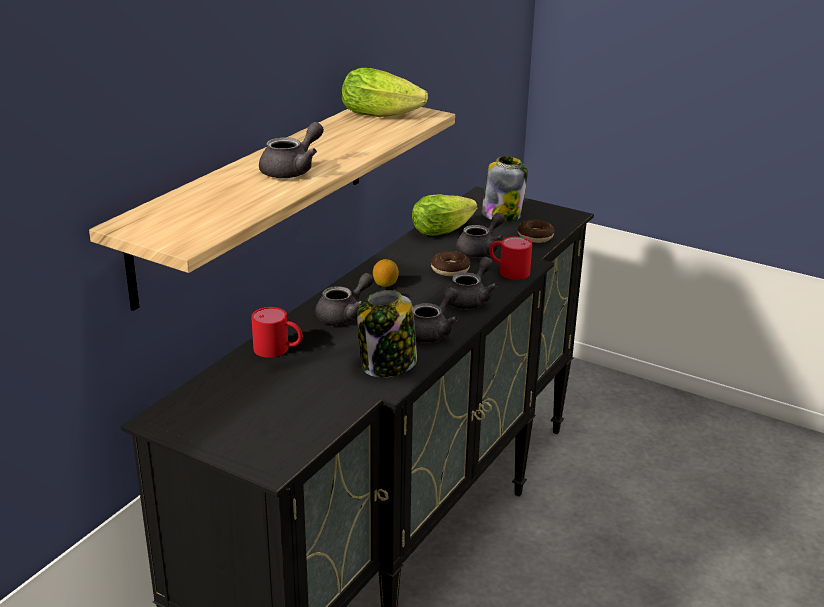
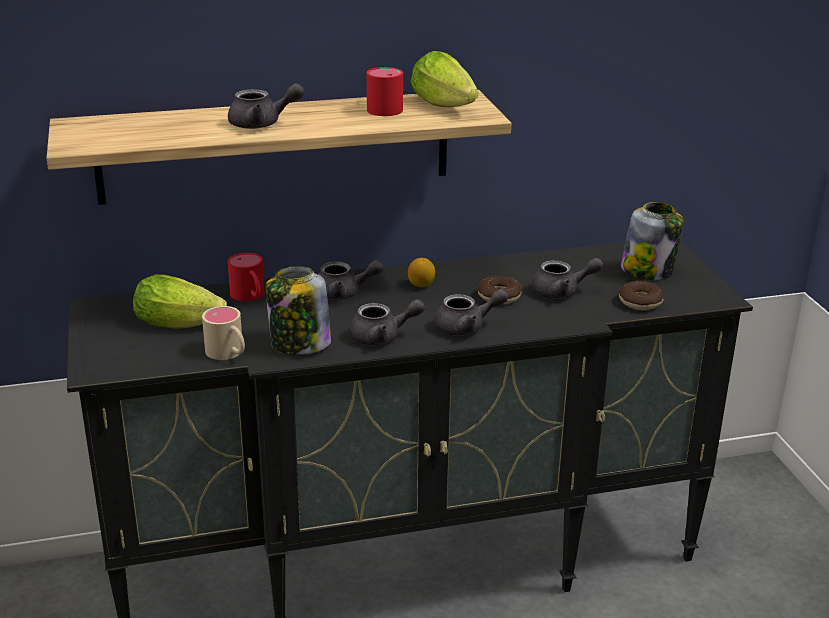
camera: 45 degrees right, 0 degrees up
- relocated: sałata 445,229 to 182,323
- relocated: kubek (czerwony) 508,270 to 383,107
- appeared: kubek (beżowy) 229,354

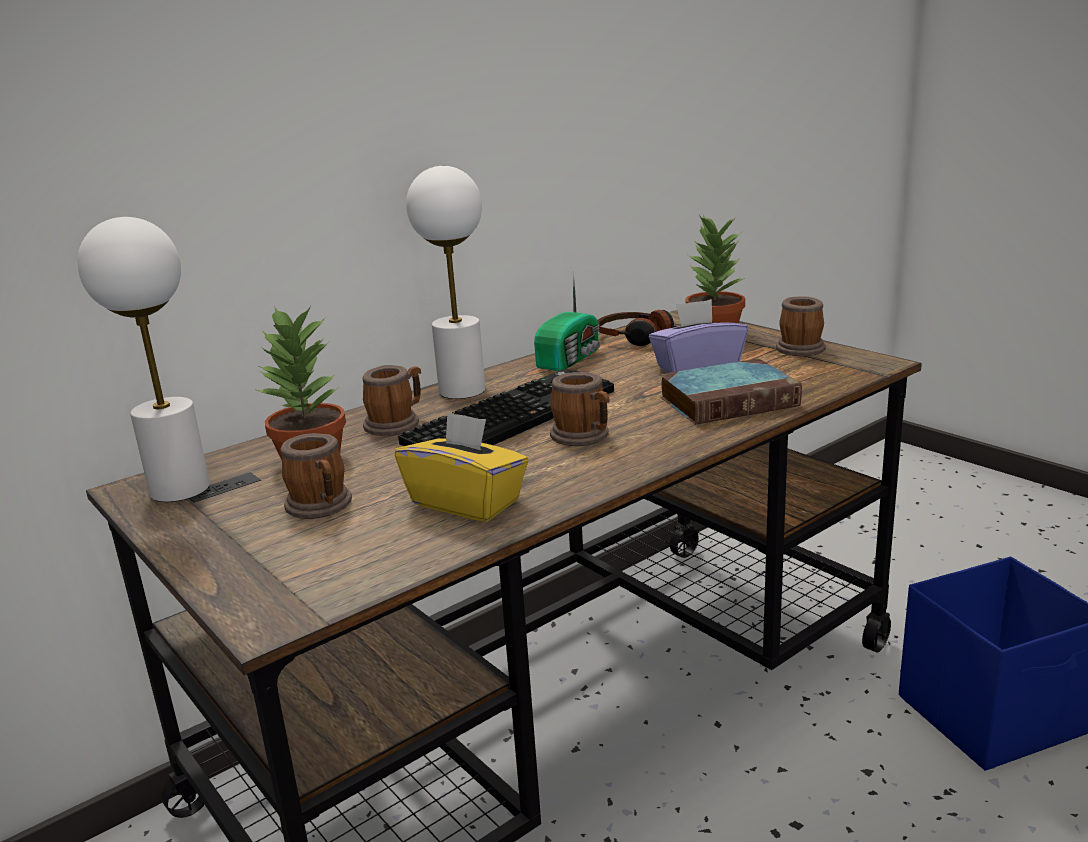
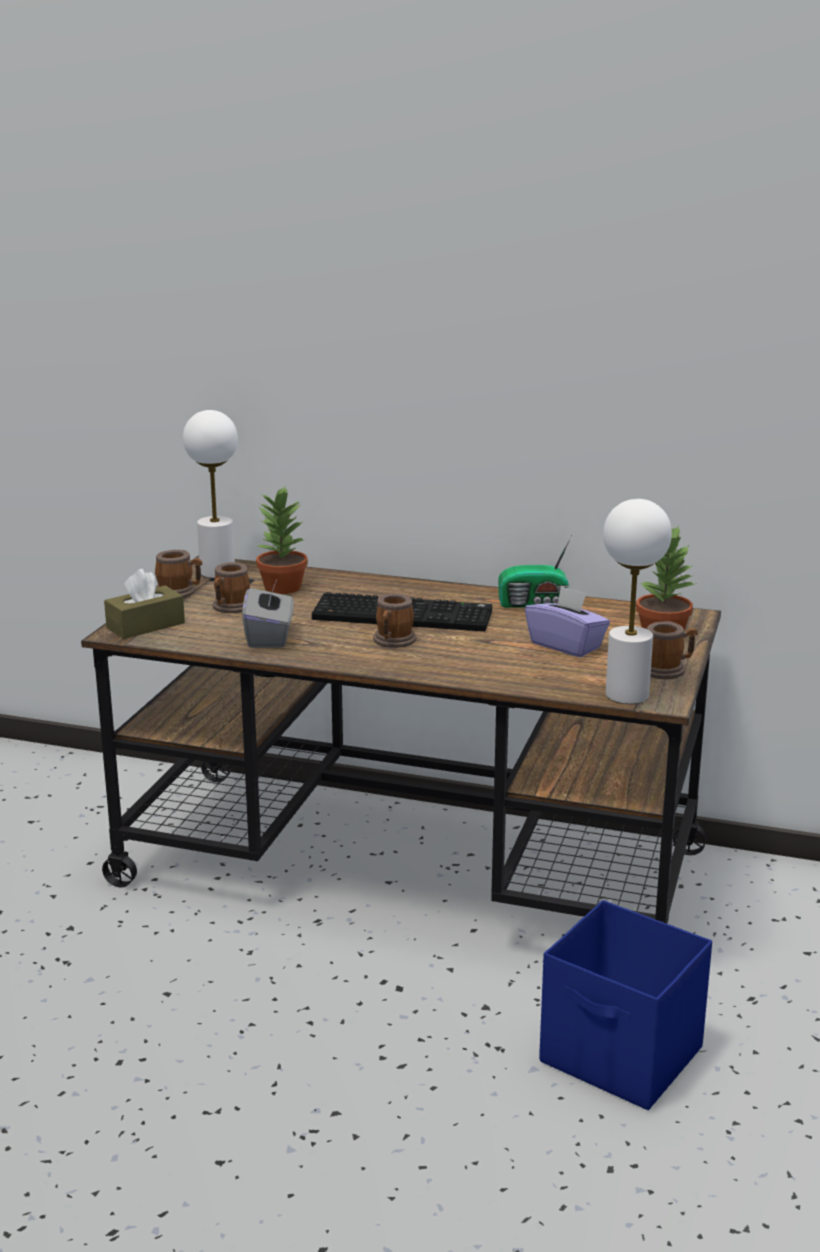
camera: 55 degrees right, 0 degrees up
- relocated: kubek 397,423 to 180,592
- colour: pudełko chusteczek (żółty) 467,502 to pudełko chusteczek (szary) 269,637
- relocated: lampa stołowa (biały) 462,390 to 627,695
- missing: słuchawki 636,338
- missing: książka 730,400
- appeared: pudełko chusteczek (brązowy) 145,625

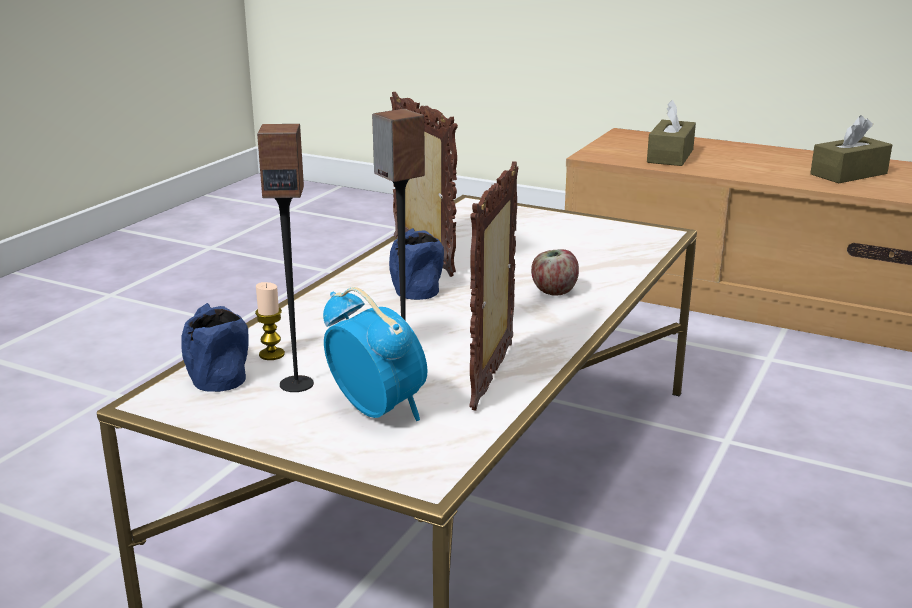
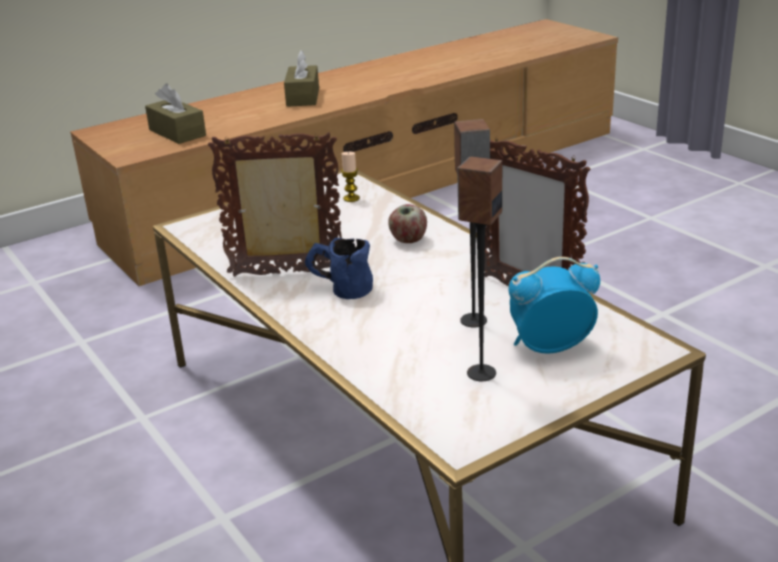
camera: 60 degrees left, 5 degrees up
- missing: kubek (niebieski) 214,373
- relocated: świeca 271,354 to 351,198

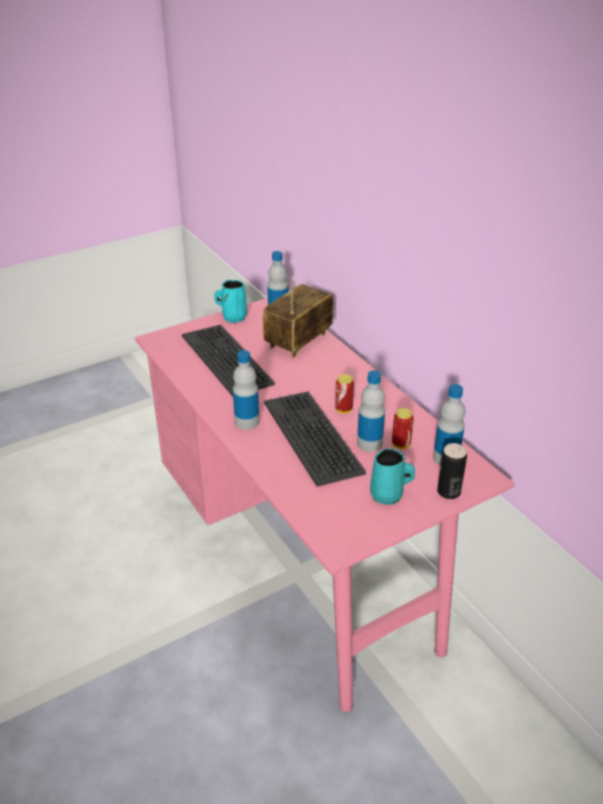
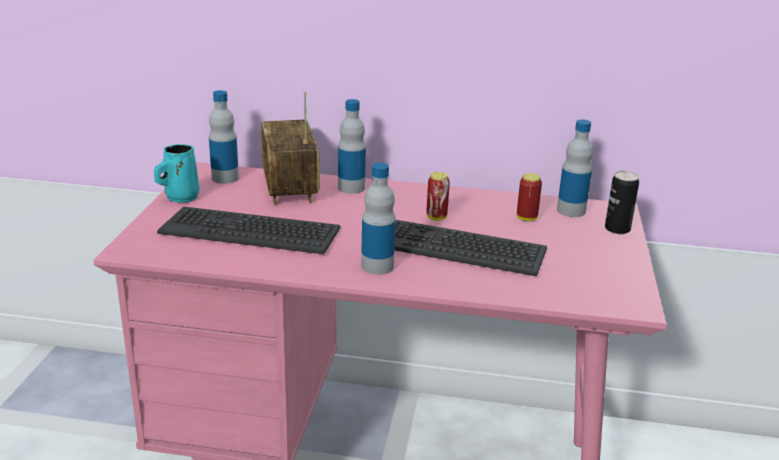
camera: 50 degrees left, 10 degrees down
- relocated: butelka 369,443 to 351,188
- missing: kubek (turkusowy) 388,495

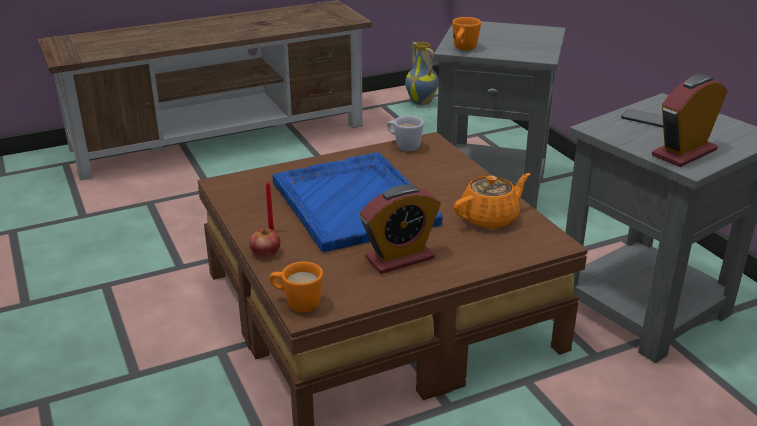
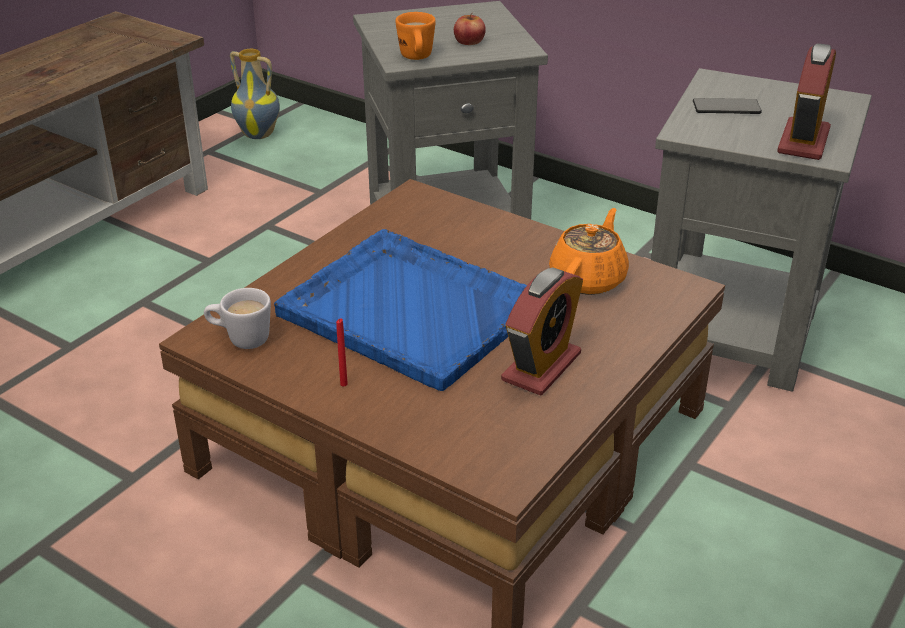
camera: 30 degrees left, 5 degrees up
- relocated: jabłko 265,252 to 469,41
- missing: kubek (pomarańczowy) 296,303
- relocated: kubek (biały) 403,146 to 240,339

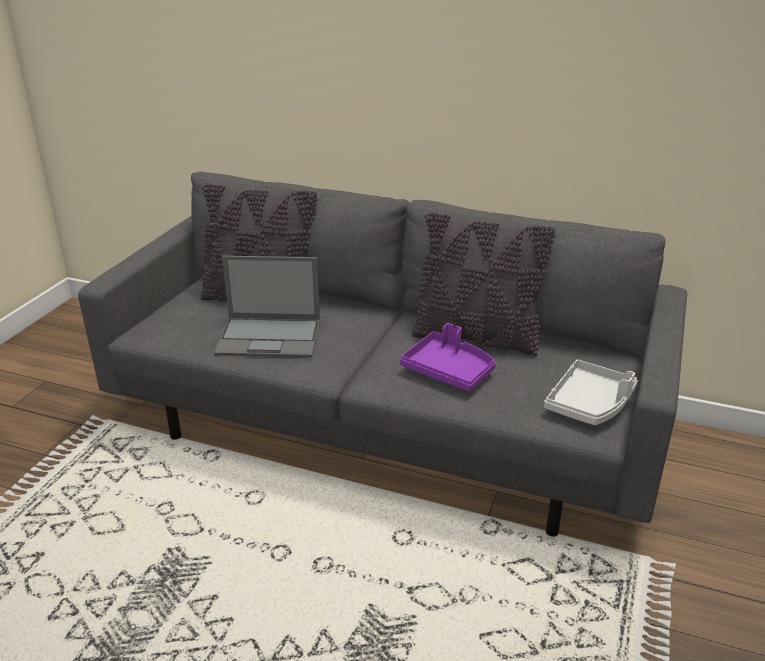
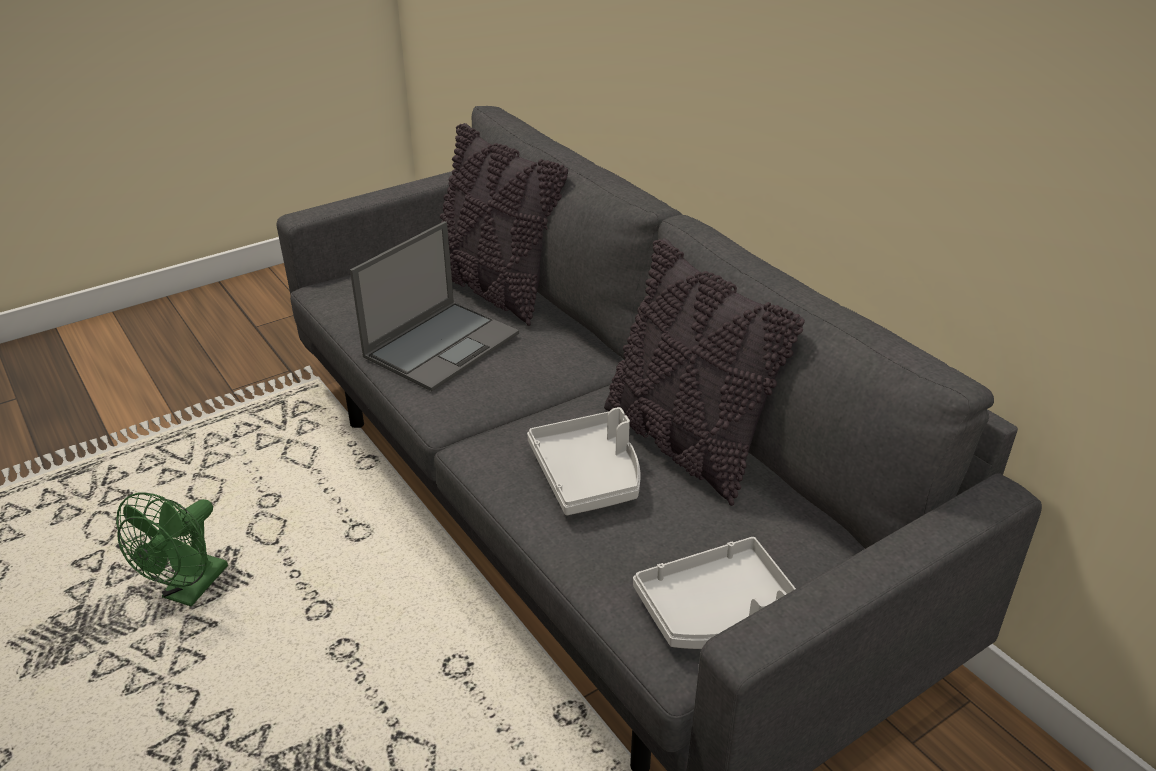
camera: 35 degrees right, 5 degrees up
- spun: laptop 270,337 = 442,344 90 degrees counterclockwise
- colour: taca (fioletowy) 449,371 to taca (szary) 588,475
- appeared: wentylator (zielony) 190,591

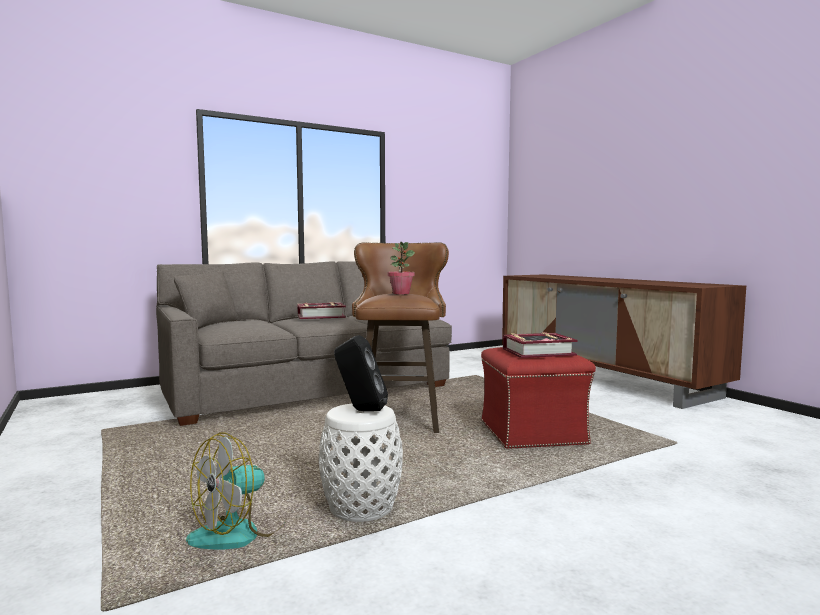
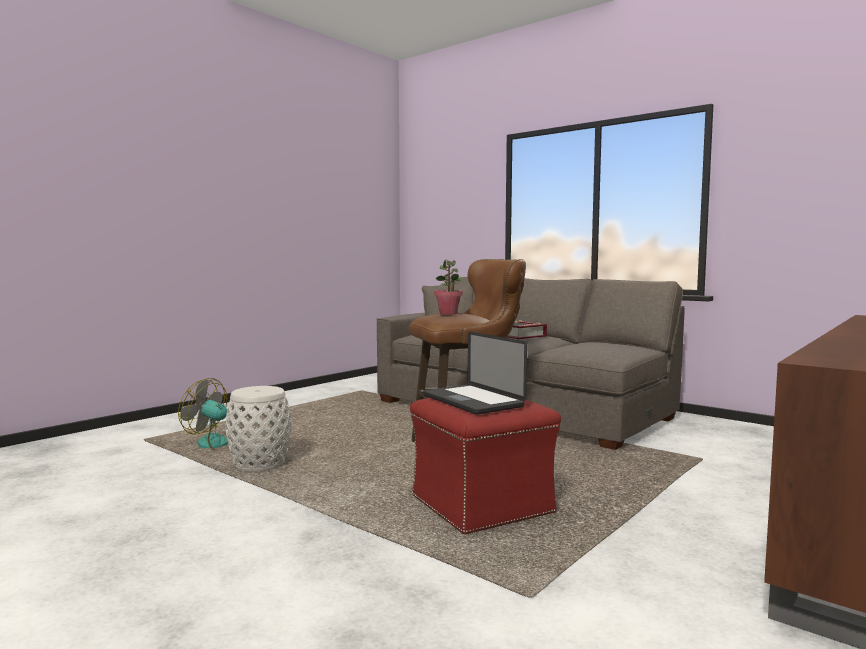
camera: 70 degrees right, 0 degrees up
- missing: głośnik (czarny) 360,410
- exchanged: książka 538,352 to laptop 472,401

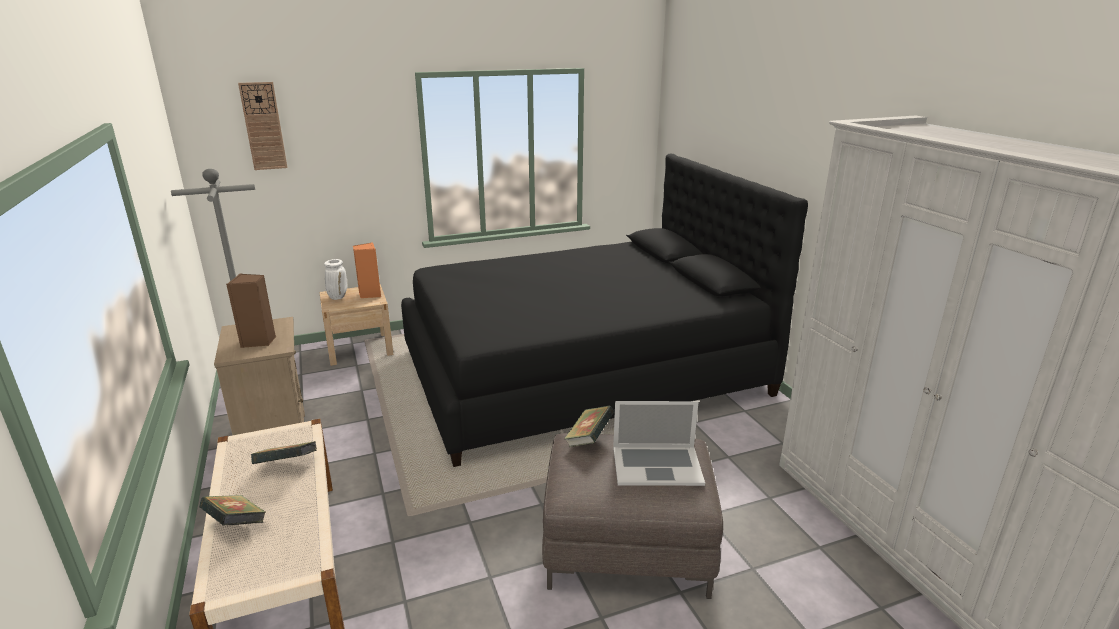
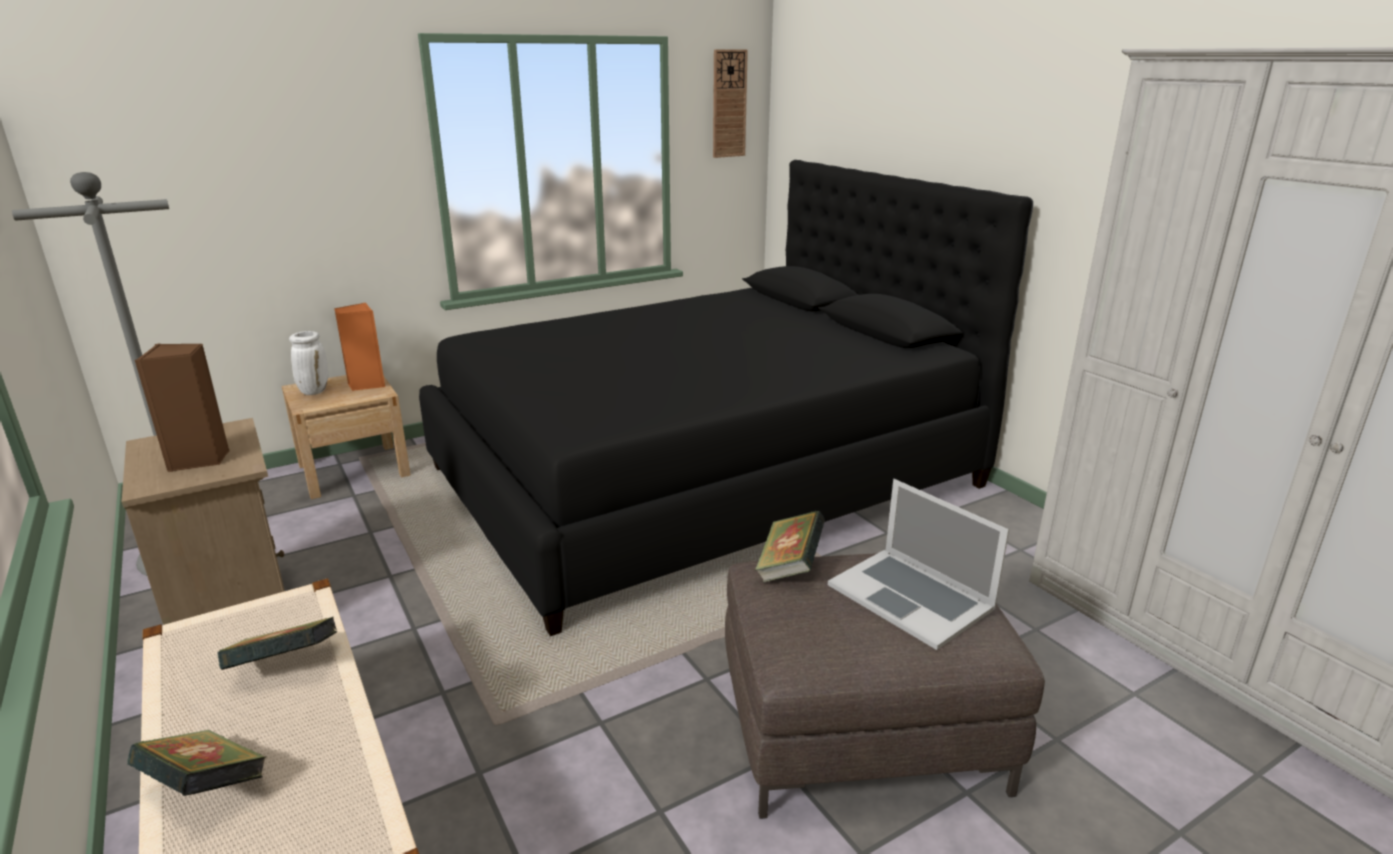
camera: 10 degrees left, 0 degrees up
- relocated: zegar ścienny 263,126 to 729,104
- spun: laptop 657,465 = 910,596 60 degrees clockwise

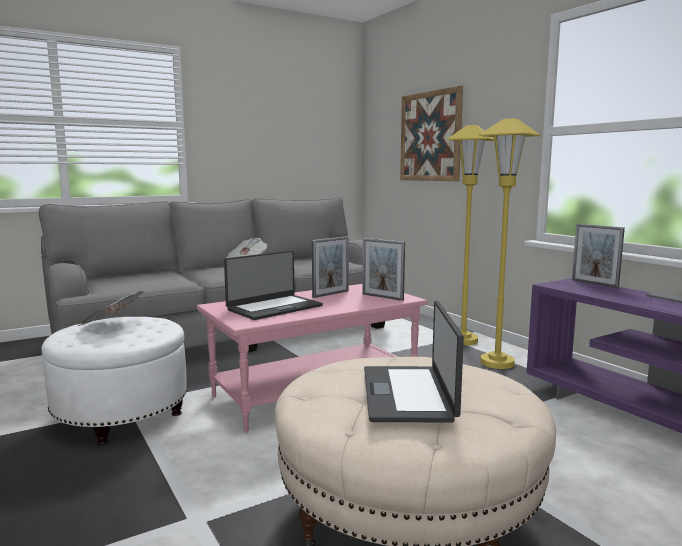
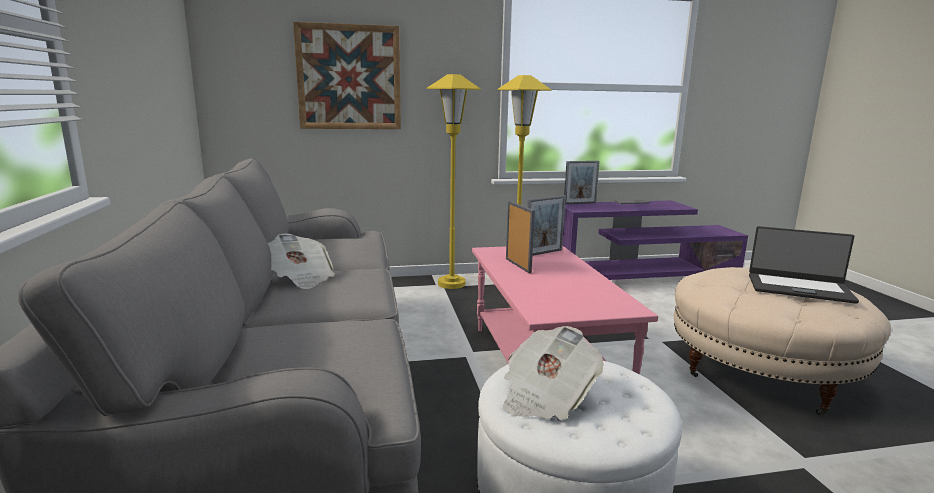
camera: 70 degrees left, 5 degrees up
- missing: laptop 274,307

